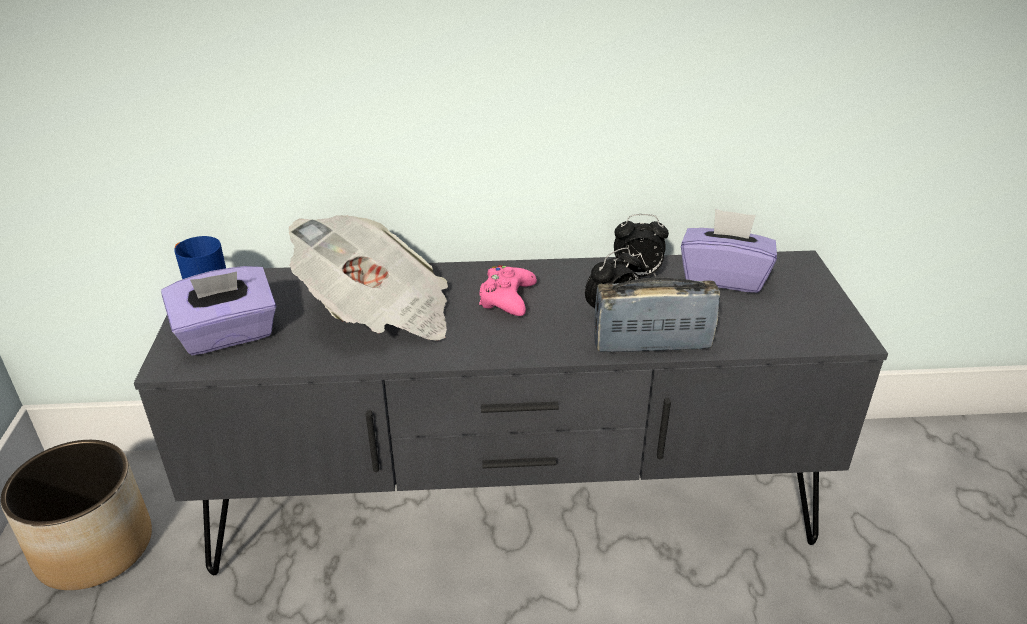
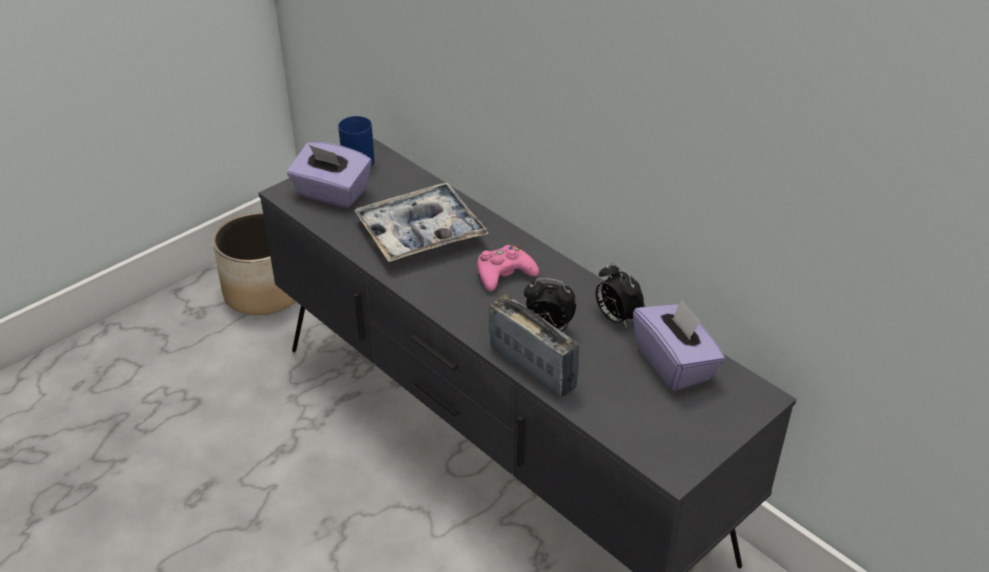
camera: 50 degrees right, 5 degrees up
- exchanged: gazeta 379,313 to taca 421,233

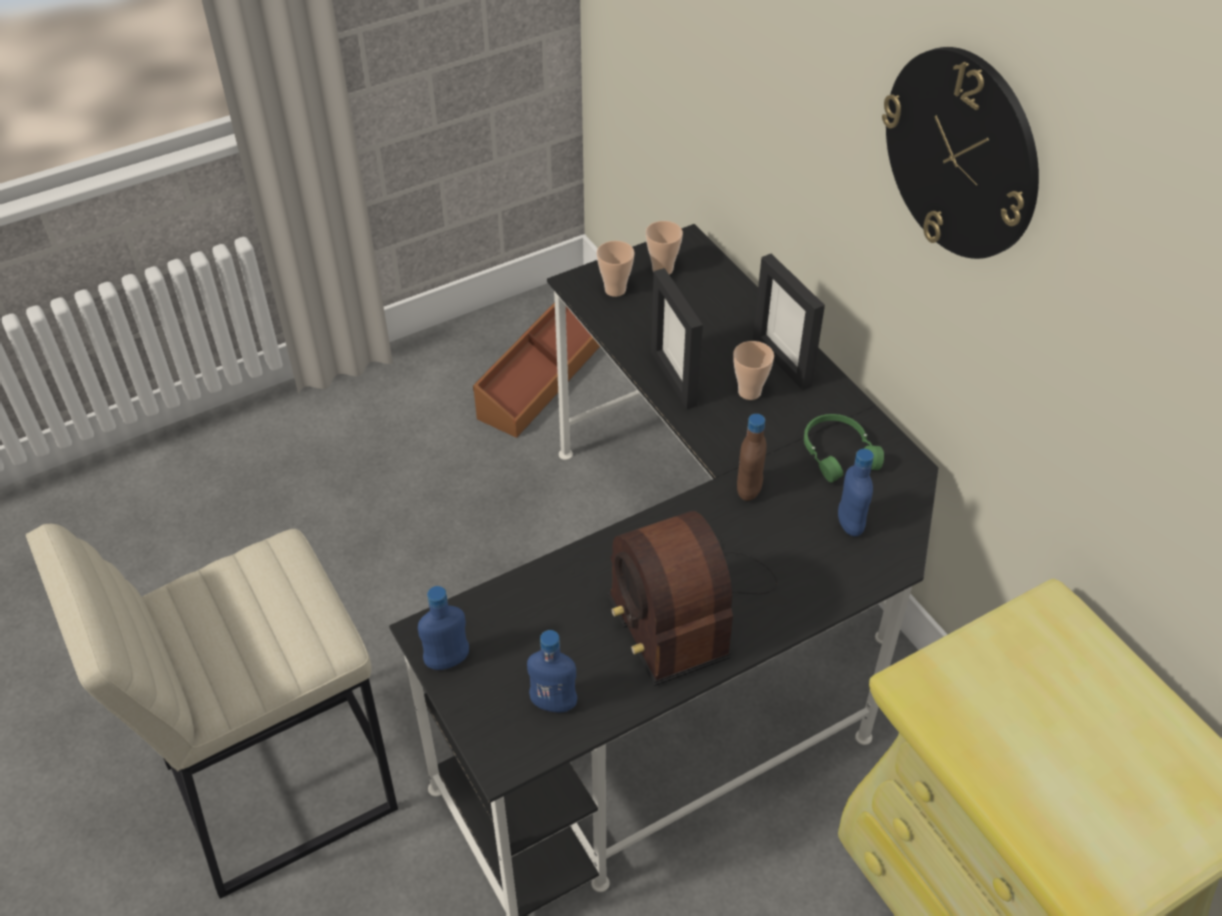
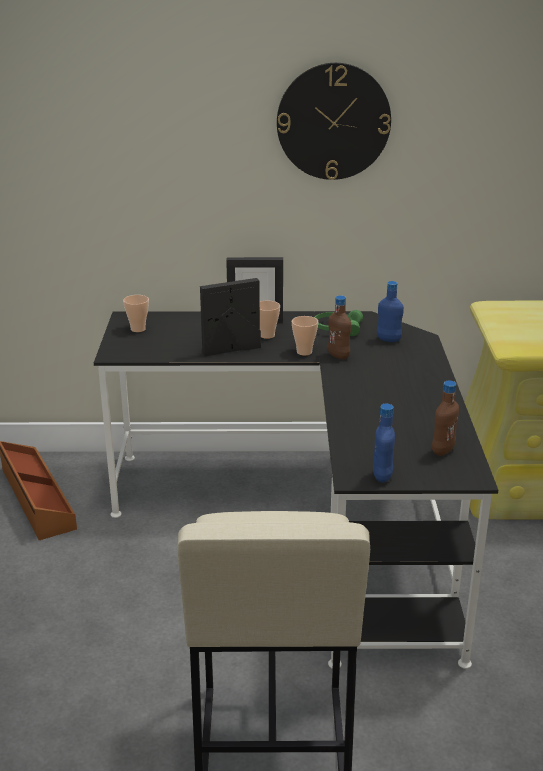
camera: 60 degrees left, 20 degrees down
- colour: butelka (niebieski) 553,703 to butelka (brązowy) 443,450
- relocated: filiżanka 615,289 to 304,352
- missing: radio 685,604
- spun: ramka na zdjęcie 675,378 = 231,350 150 degrees clockwise

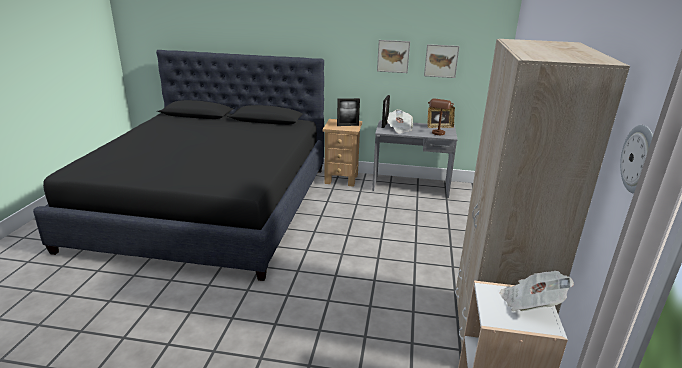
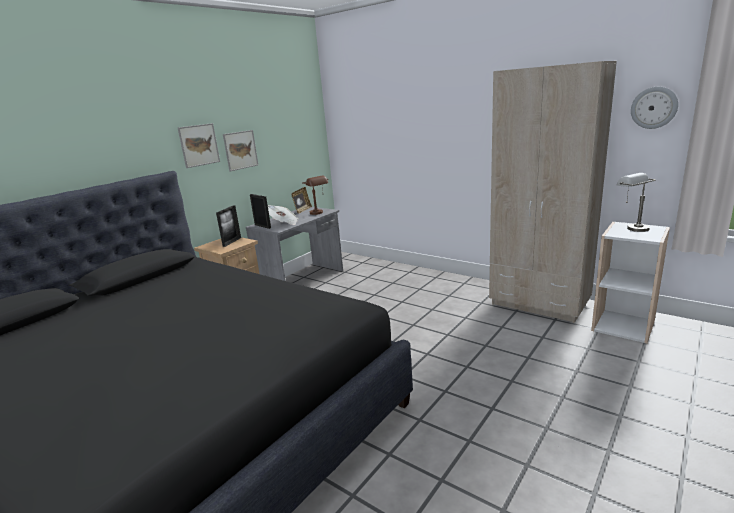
camera: 60 degrees left, 5 degrees down
- relocated: obraz 441,61 to 199,145
- exchanged: gazeta 530,303 to lampa stołowa (szary) 631,227

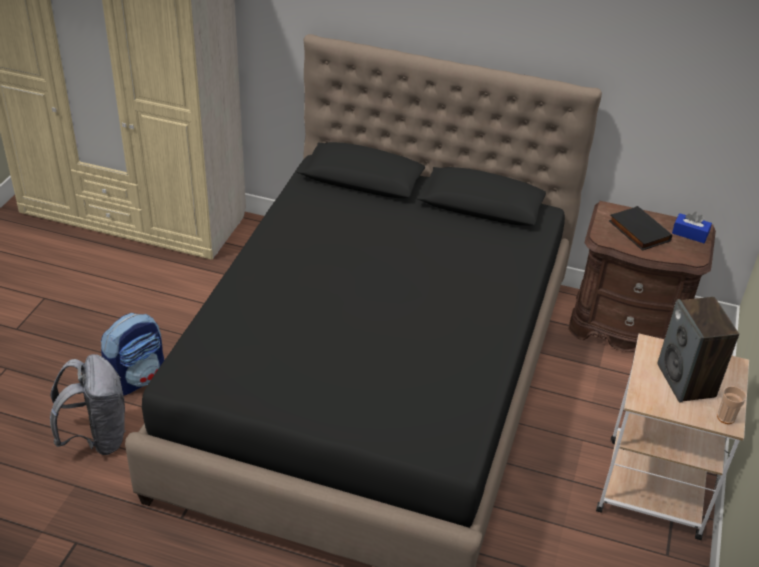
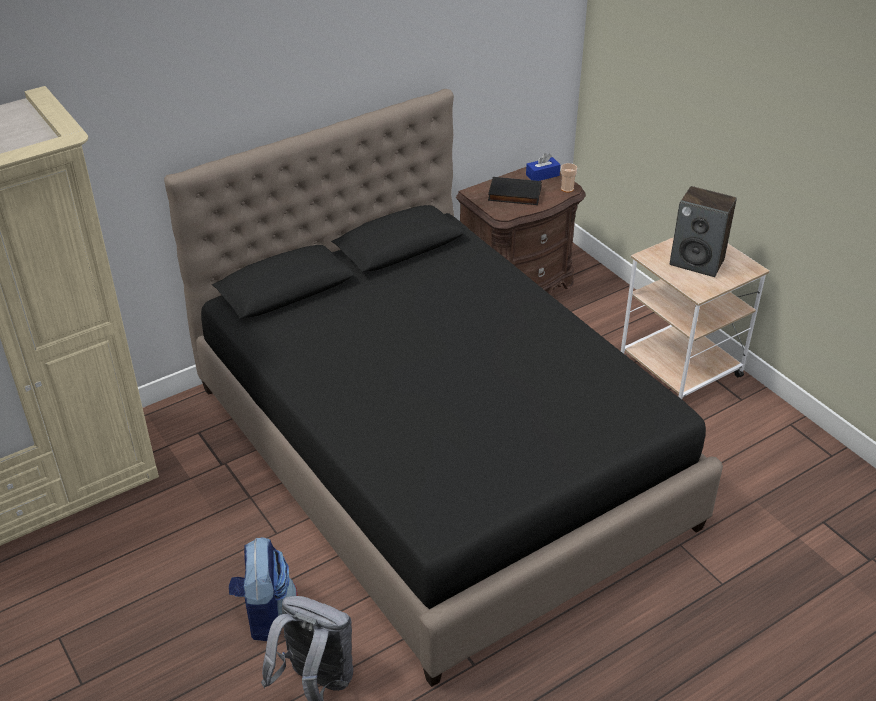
camera: 50 degrees left, 0 degrees up
- relocated: filiżanka 725,417 to 567,189

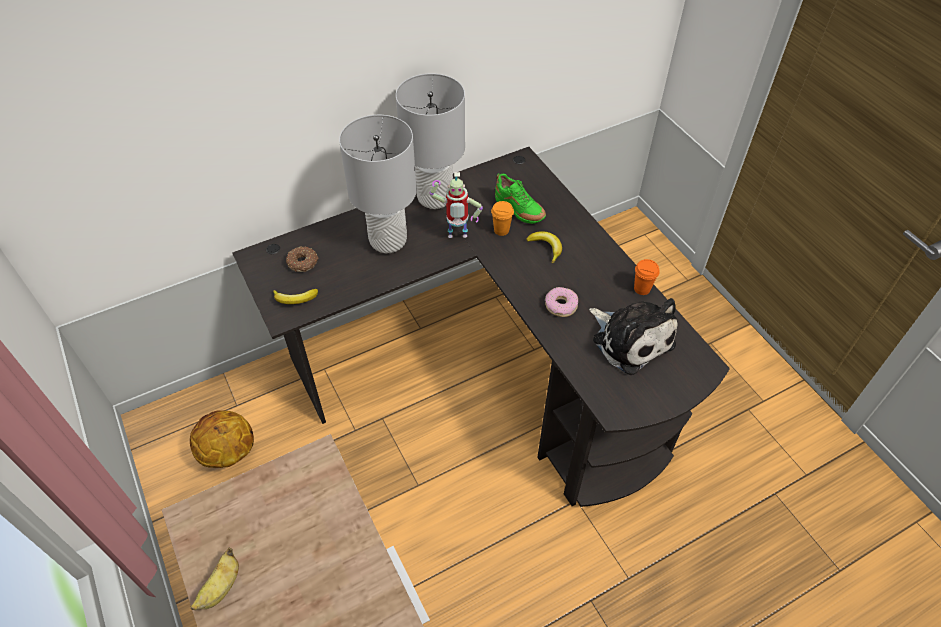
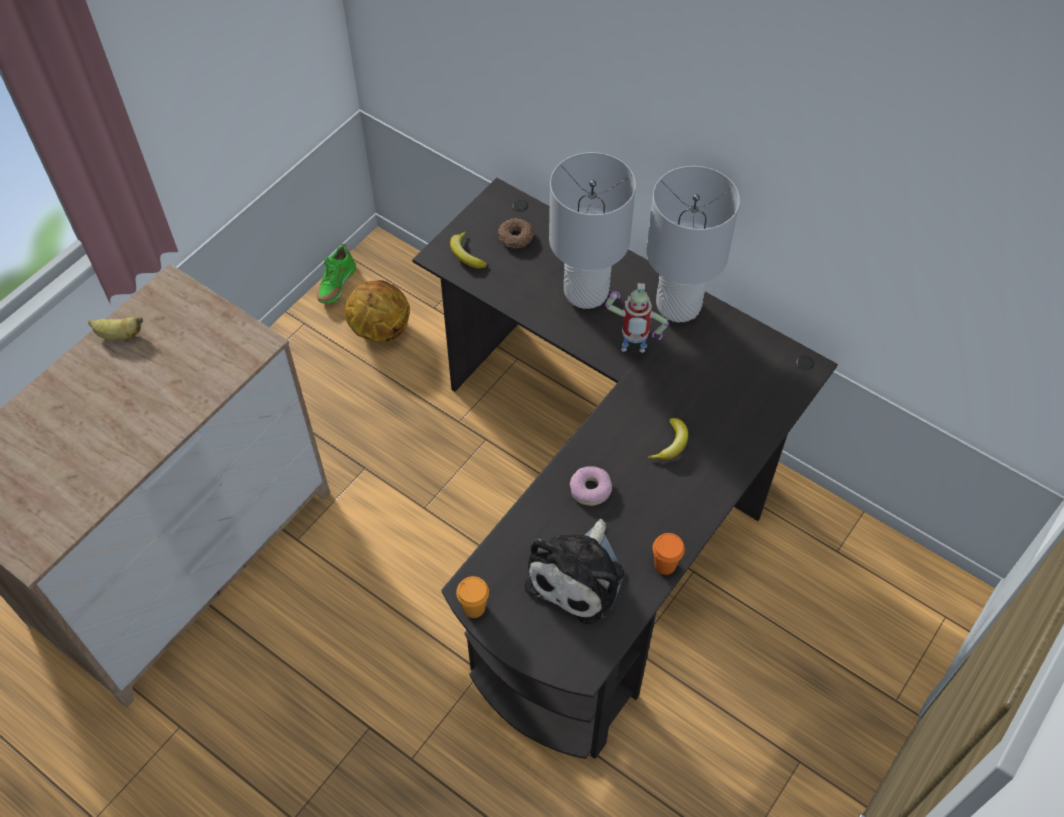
camera: 65 degrees right, 5 degrees up
- spun: robot zabawkowy 457,238 = 632,352 60 degrees counterclockwise
- relocated: filiżanka (pomarańczowy) 501,230 to 474,608
- relocated: but (zielony) 519,211 to 336,286

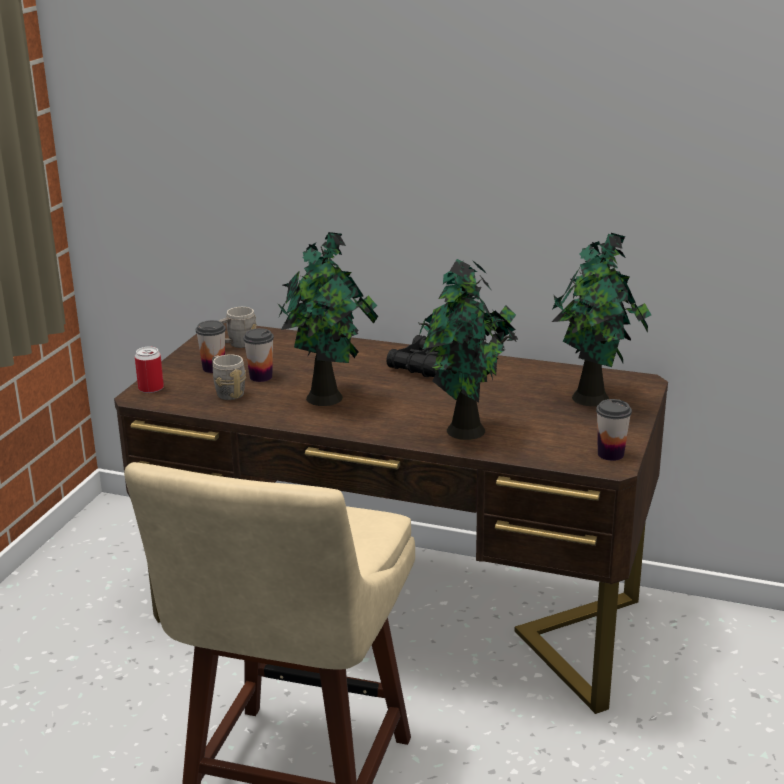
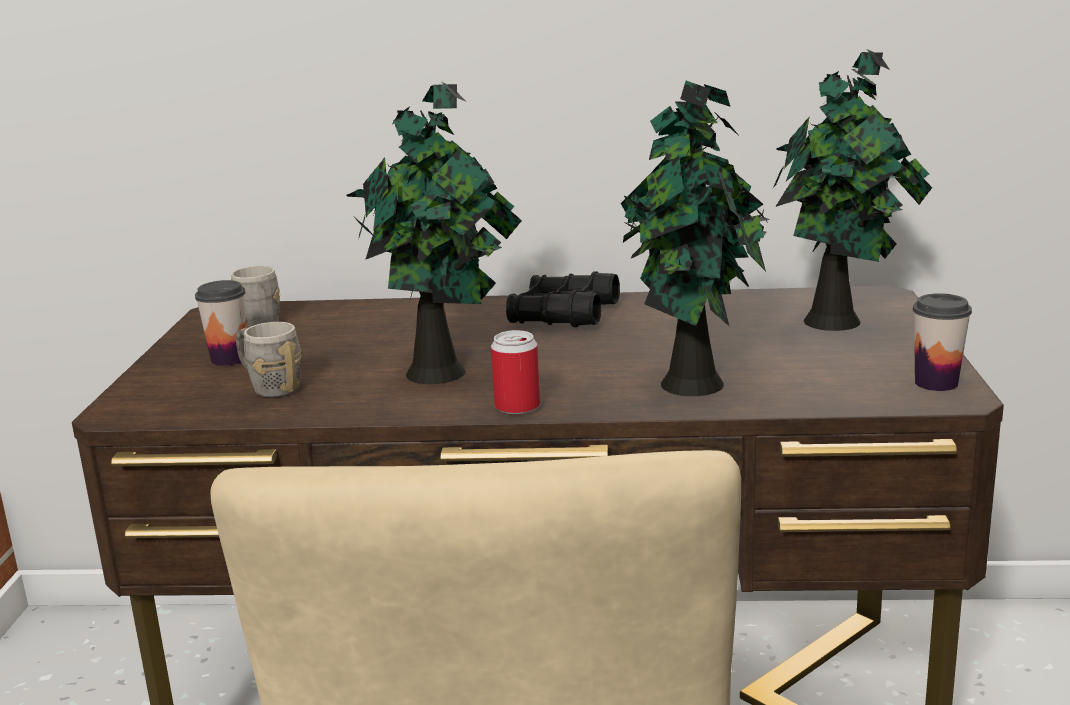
camera: 15 degrees left, 5 degrees down
- relocated: puszka 151,388 to 517,407
- missing: filiżanka 261,377

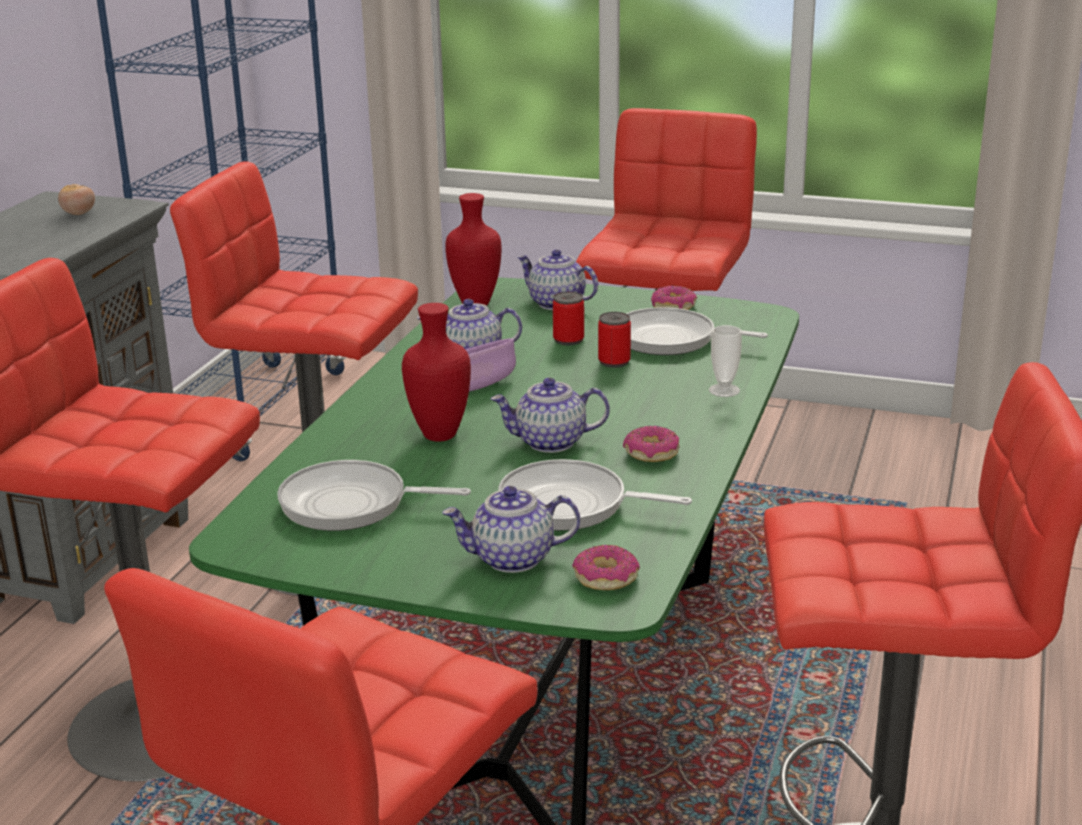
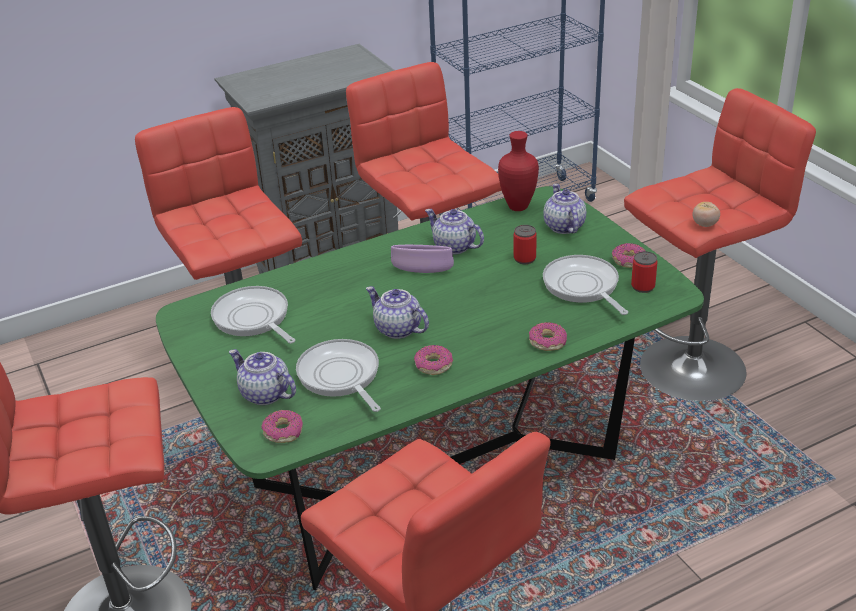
camera: 45 degrees right, 10 degrees up
- relocated: pomidor 79,214 to 704,224
- missing: wazon (czerwony) 437,436
- relocated: puszka 614,362 to 643,287
- exchanged: filiżanka 724,390 to donut 547,342

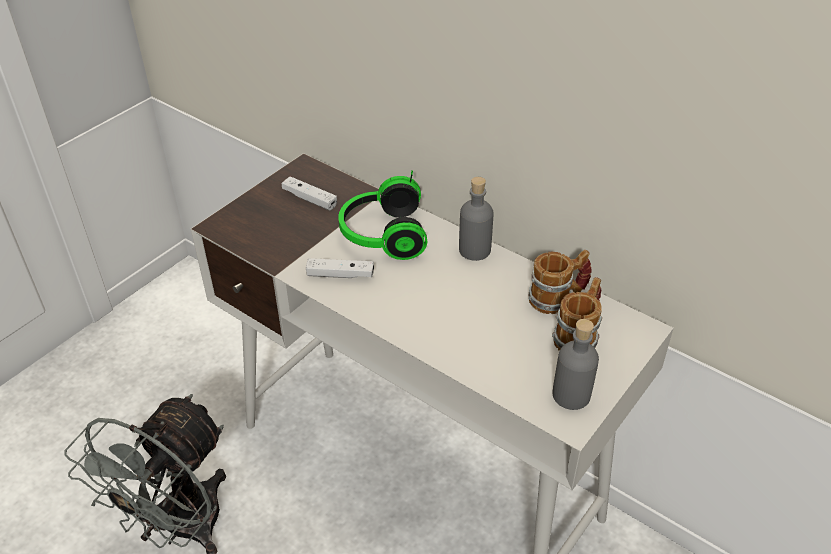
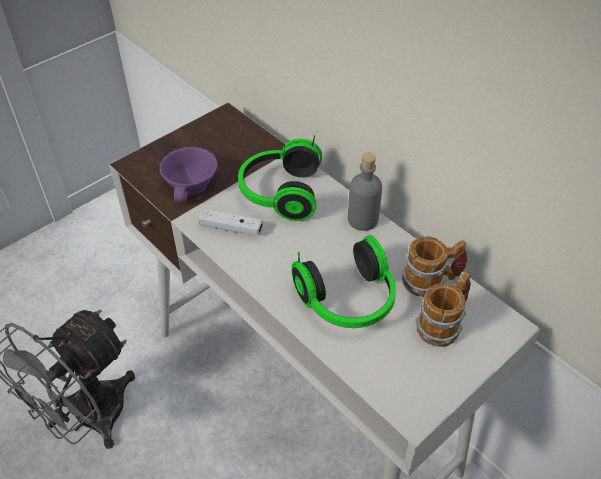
camera: 10 degrees right, 5 degrees up
- missing: pad do gier (biały) 309,199
- missing: butelka (szary) 571,395
- appeared: filiżanka (fioletowy) 193,185
- appeared: słuchawki 349,301

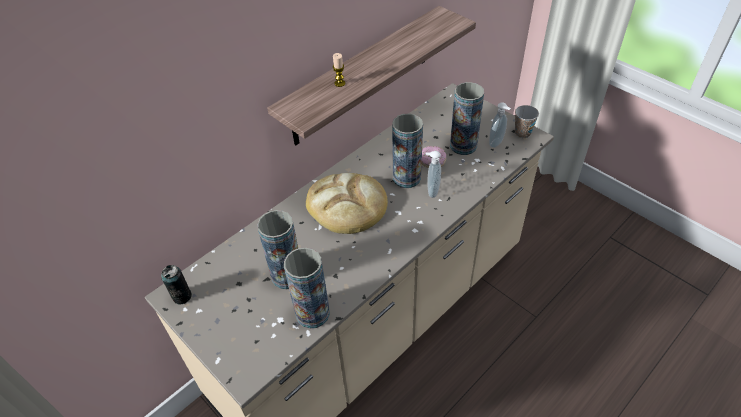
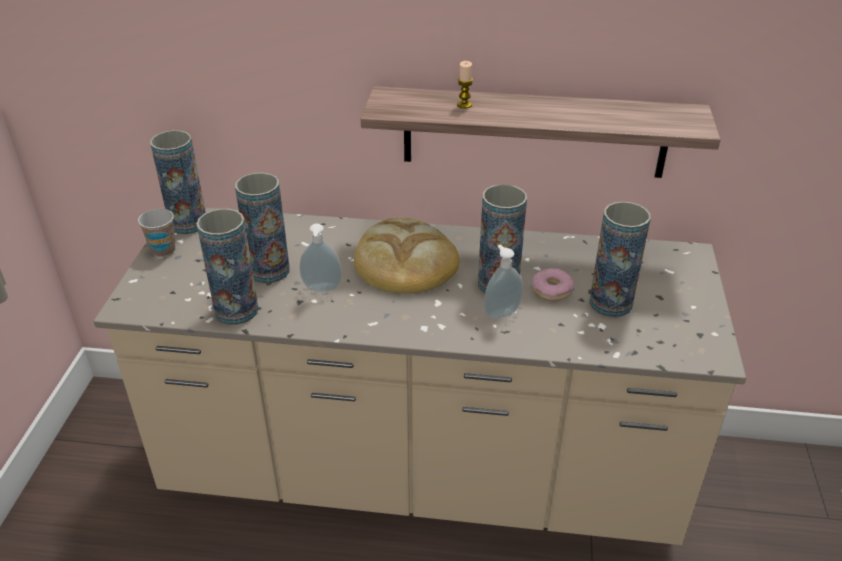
camera: 50 degrees right, 10 degrees down
- exchanged: puszka 182,296 to wazon 188,223
- relocated: dozownik mydła 497,143 to 322,289
- relocated: filiżanka 522,133 to 163,250

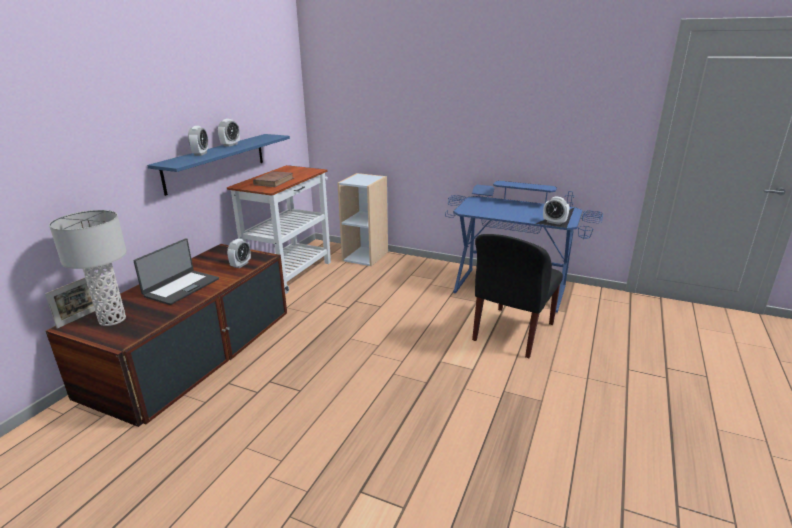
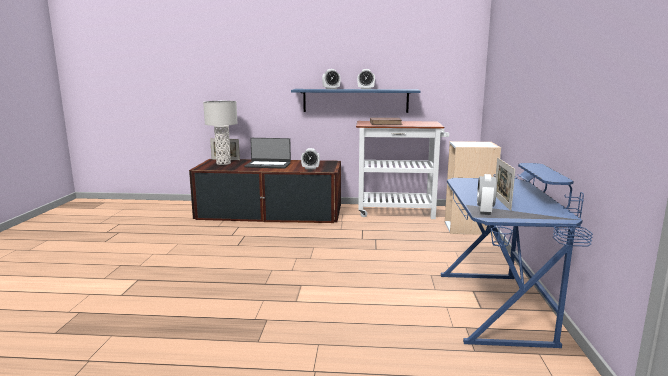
camera: 70 degrees right, 10 degrees down
- missing: krzesło (czarny) 512,333
- appeared: ramka na zdjęcie 502,202

